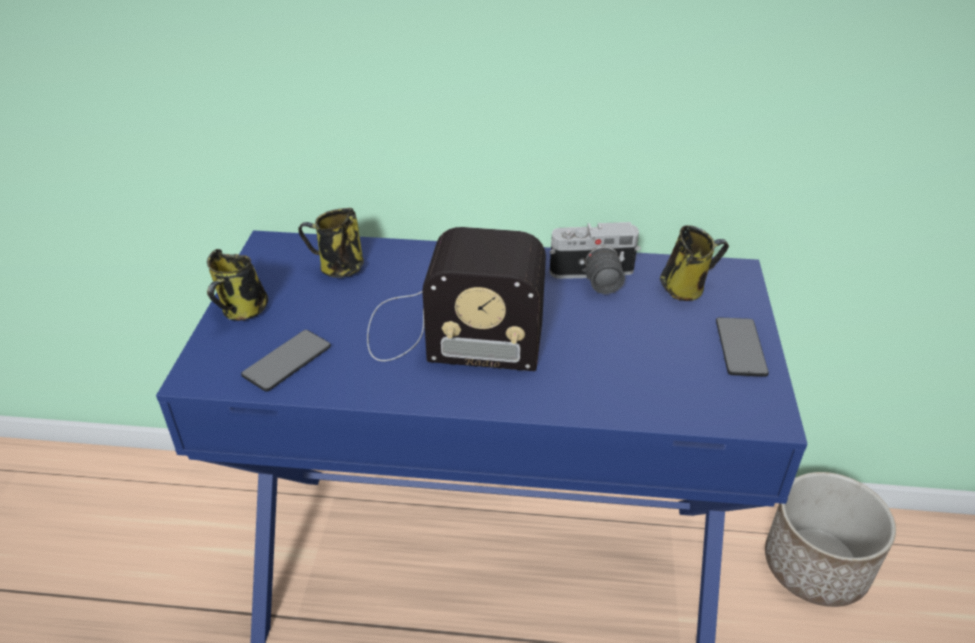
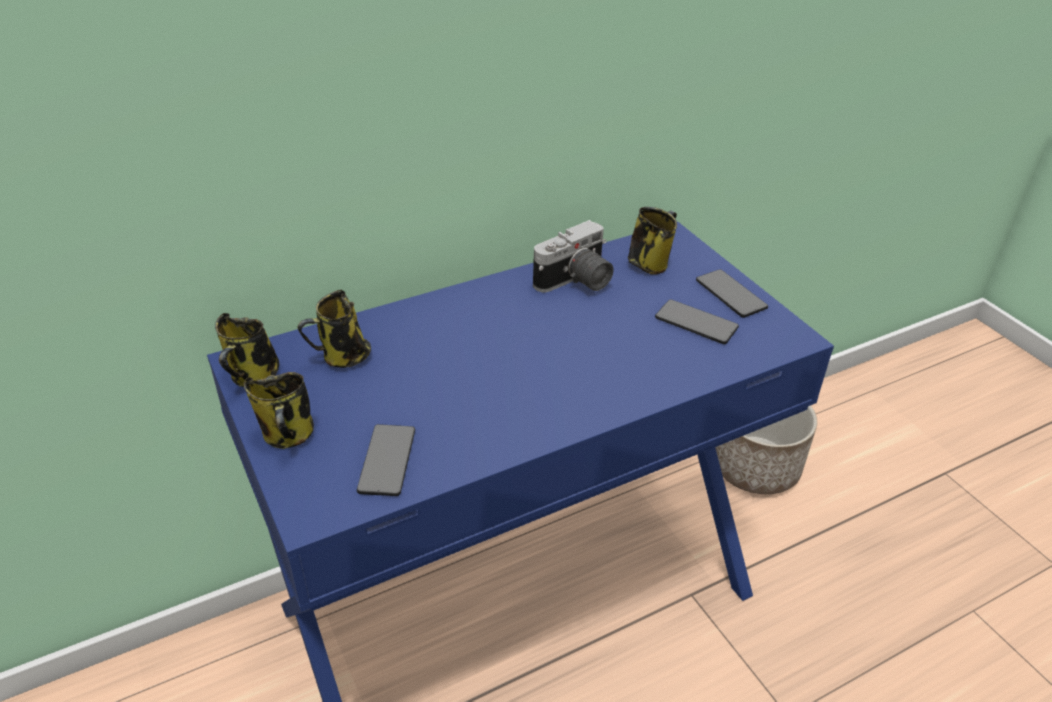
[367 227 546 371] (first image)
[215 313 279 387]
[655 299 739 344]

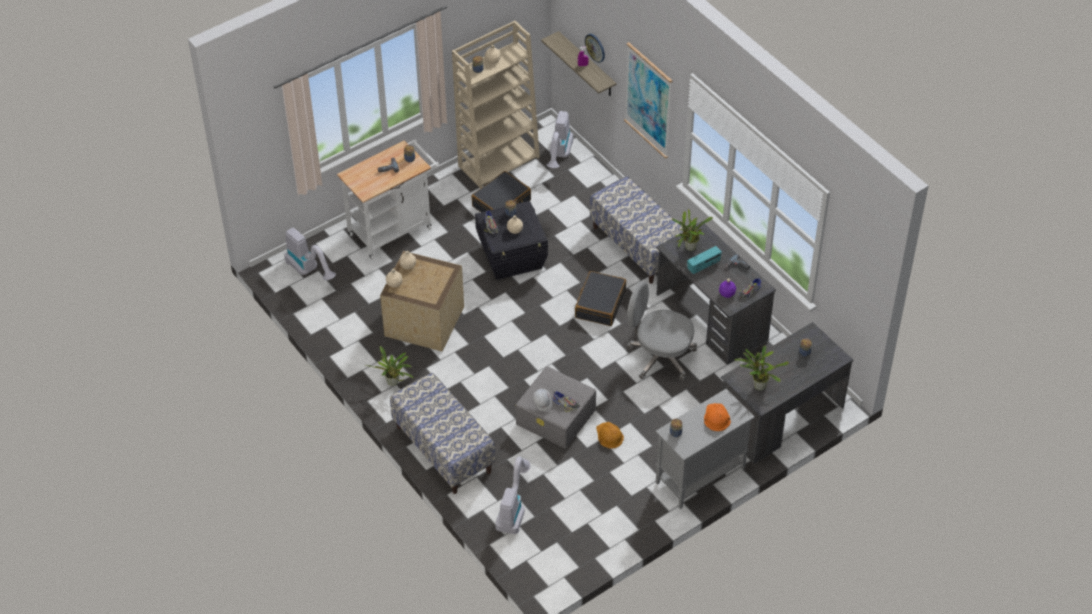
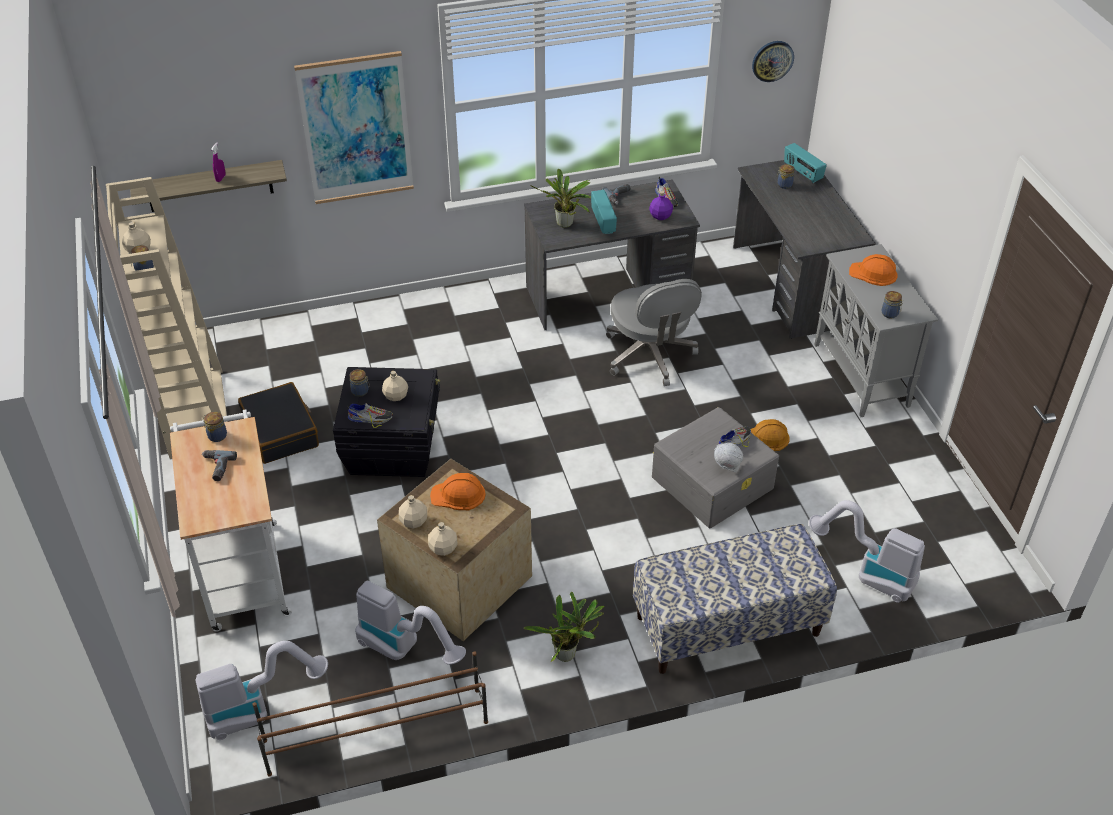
[355 581 466 665]
[575 271 626 326] (first image)
[752 41 794 82]
[590 176 683 284] (first image)
[606 279 702 386]
[734 346 789 390] (first image)
[253 652 488 777]
[430 473 486 510]
[784 143 827 183]

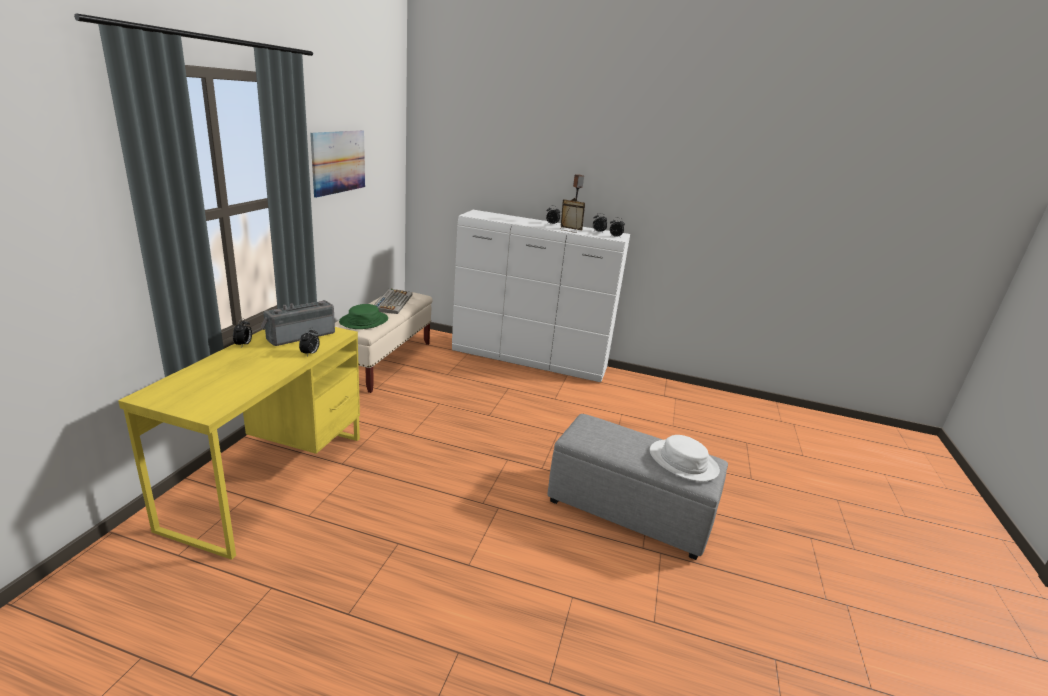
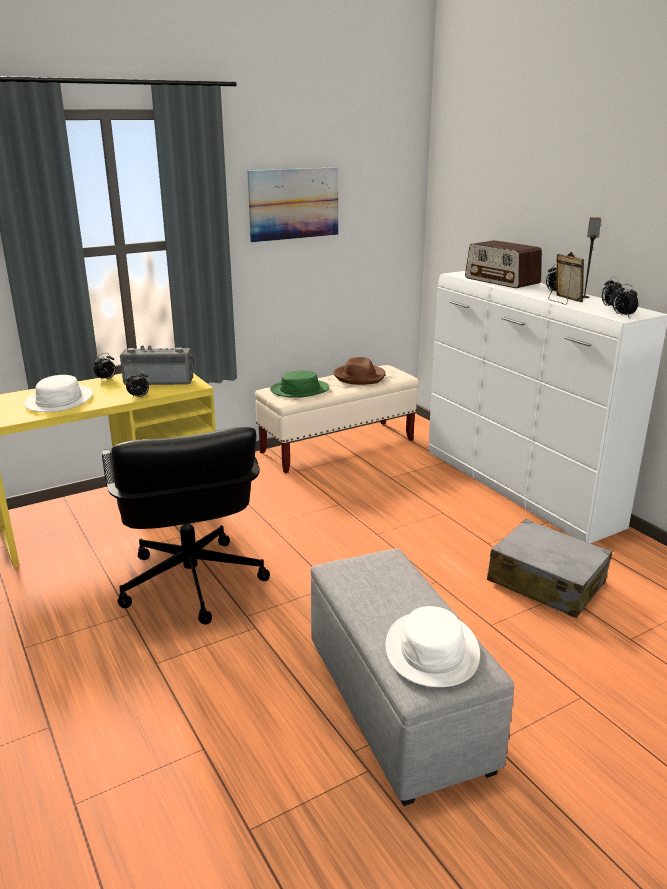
[333 357 386 385]
[24 375 93 412]
[102 427 270 624]
[465 240 542 288]
[487 519 612 618]

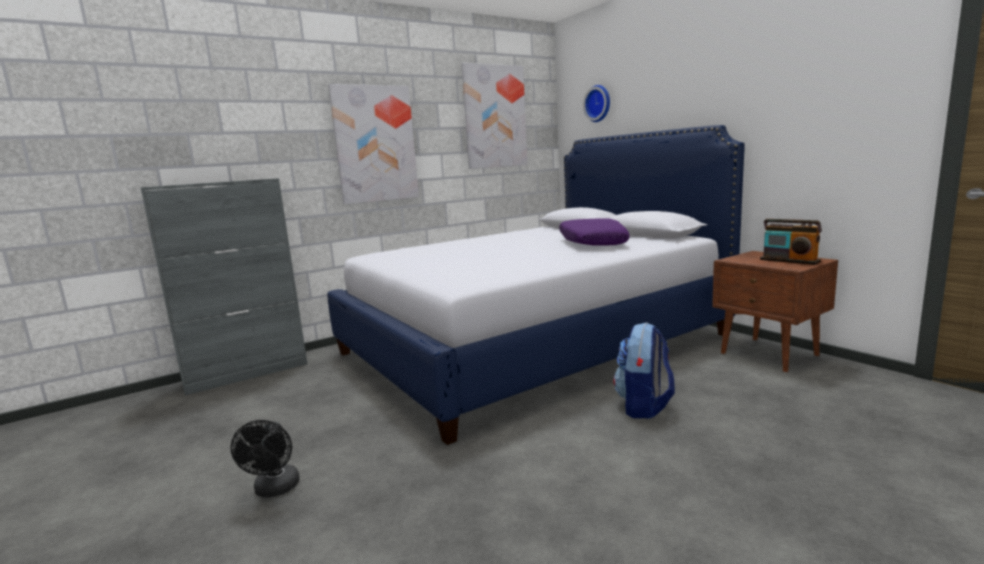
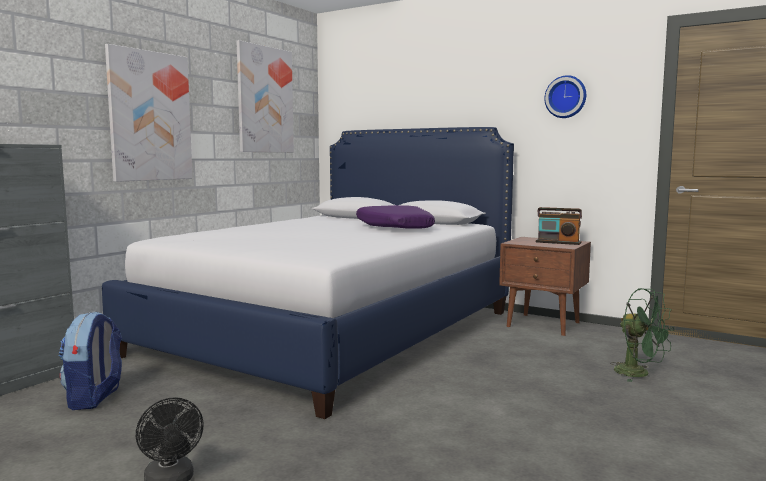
[545 75 586 118]
[59 311 122 410]
[610 288 674 382]

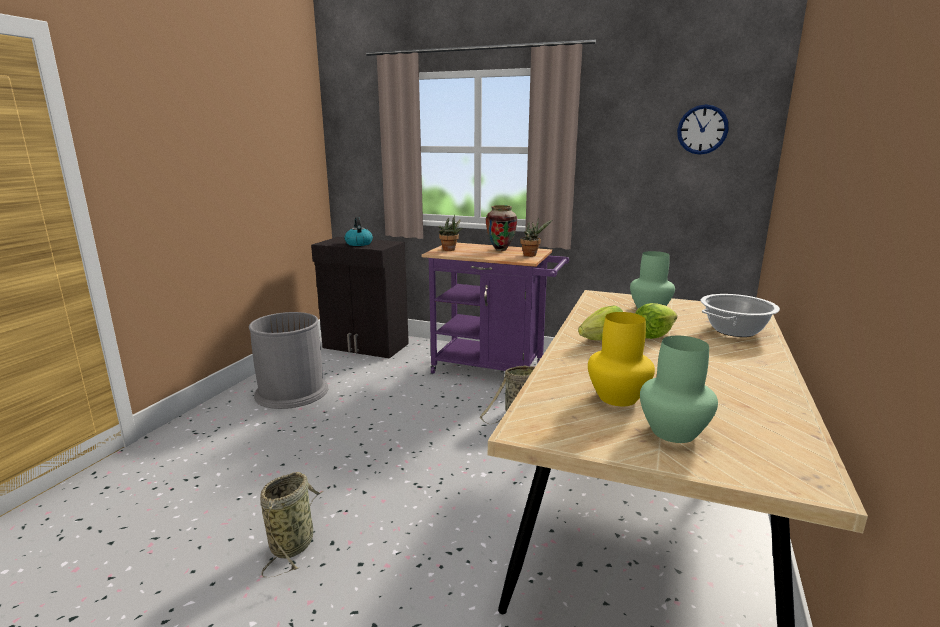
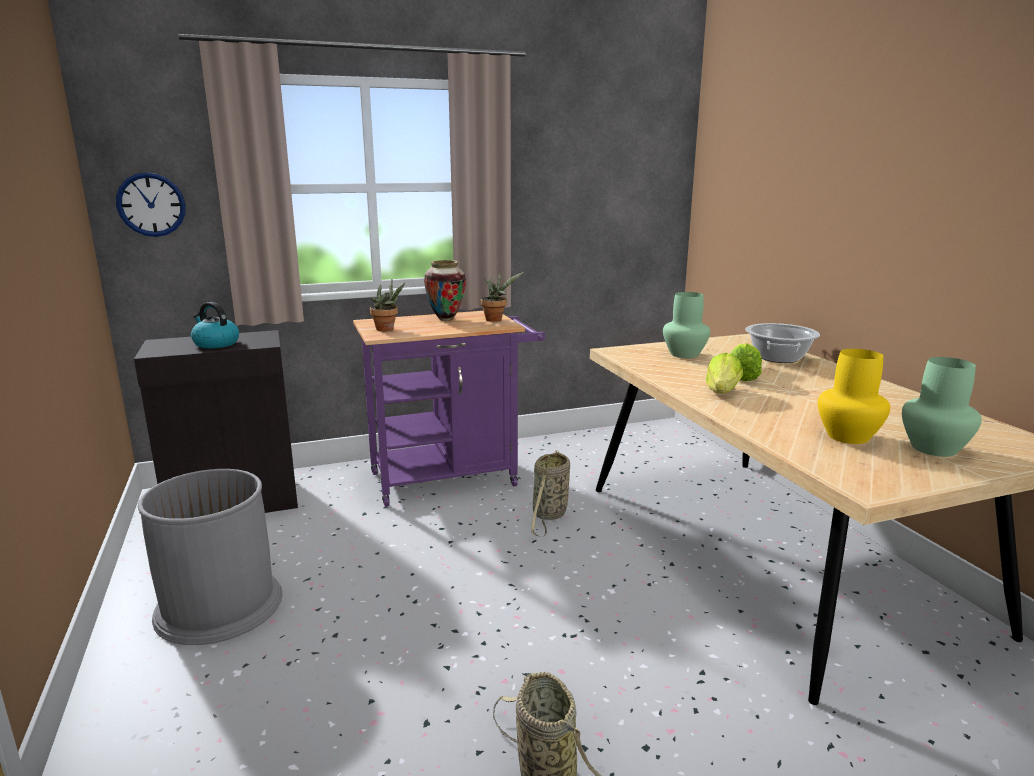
[116 172 186 237]

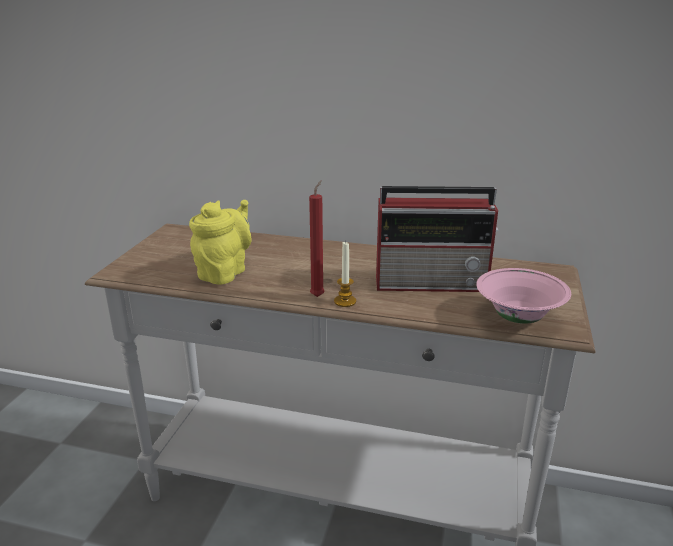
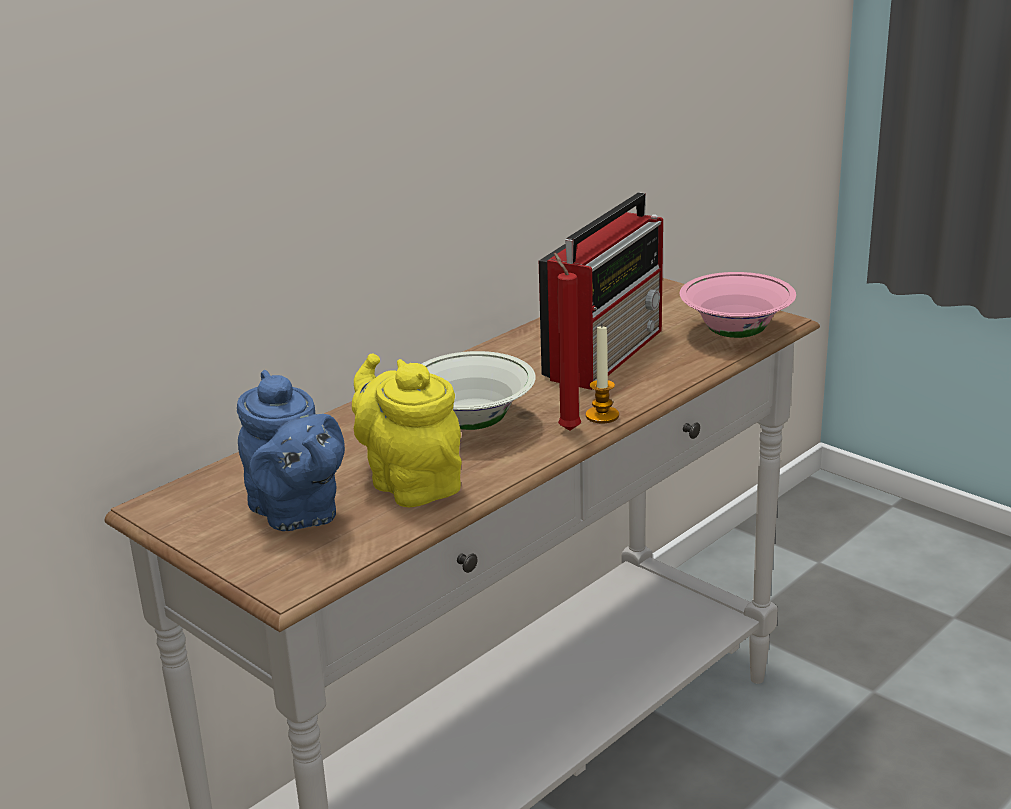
[237 370 345 531]
[422 351 536 430]

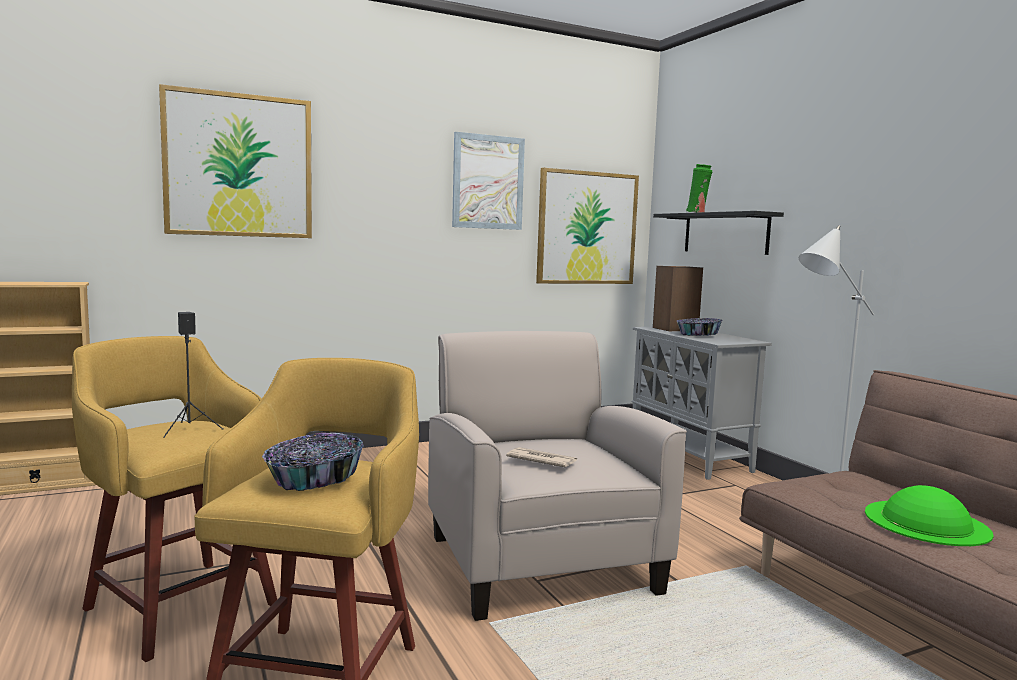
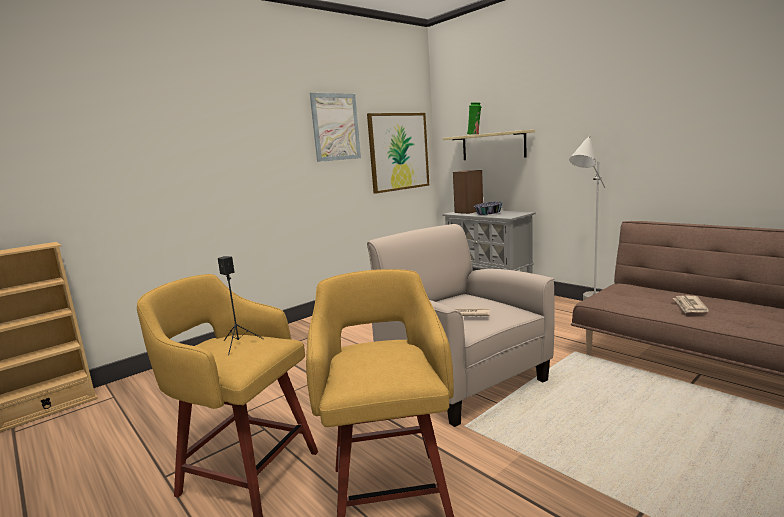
[159 84 312 238] (first image)
[262 433 364 491] (first image)
[443 130 535 160]
[673 295 709 313]

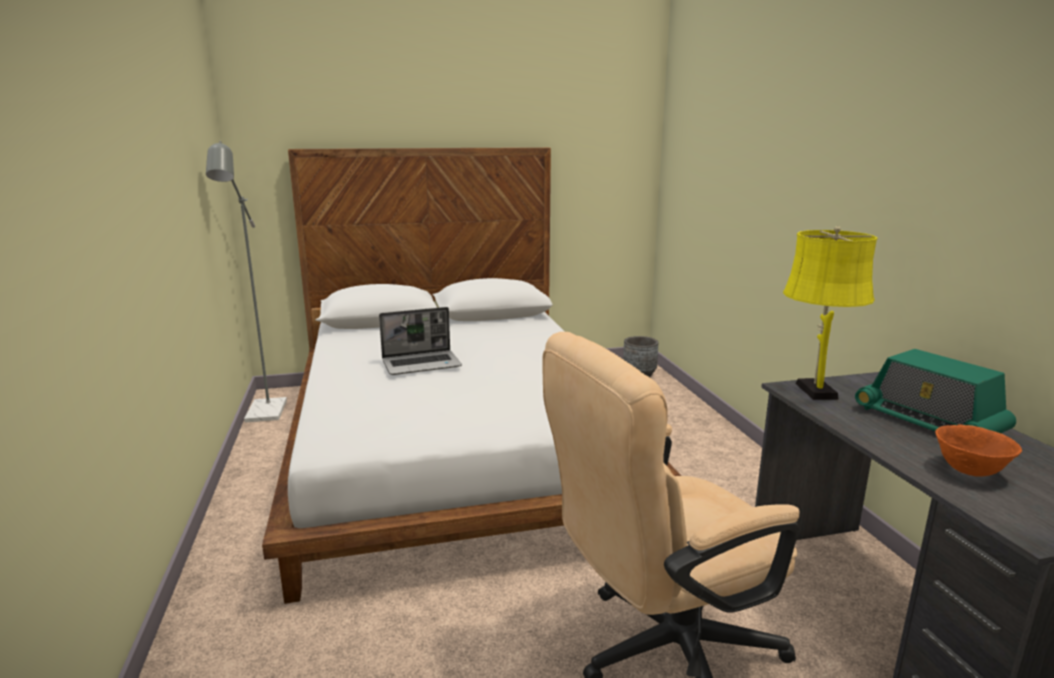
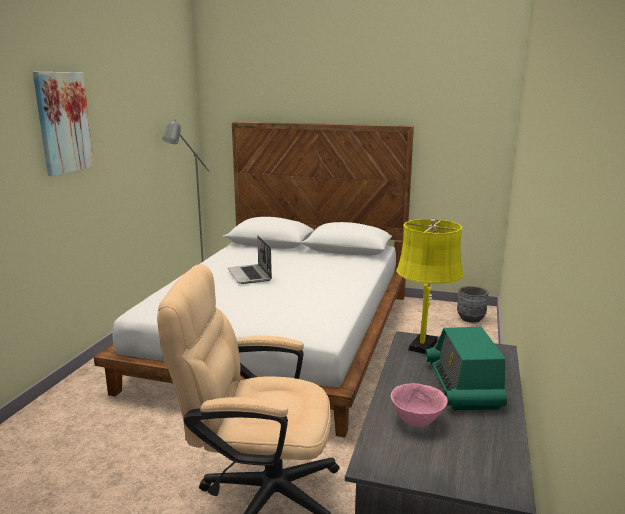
[228 236 272 284]
[391 383 448 427]
[33 72 94 176]

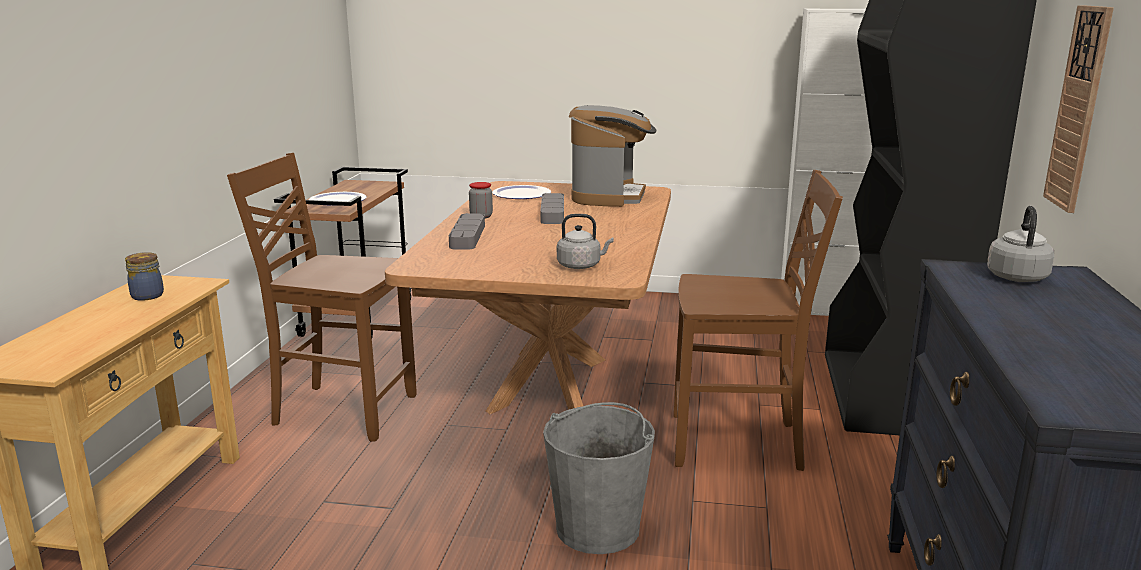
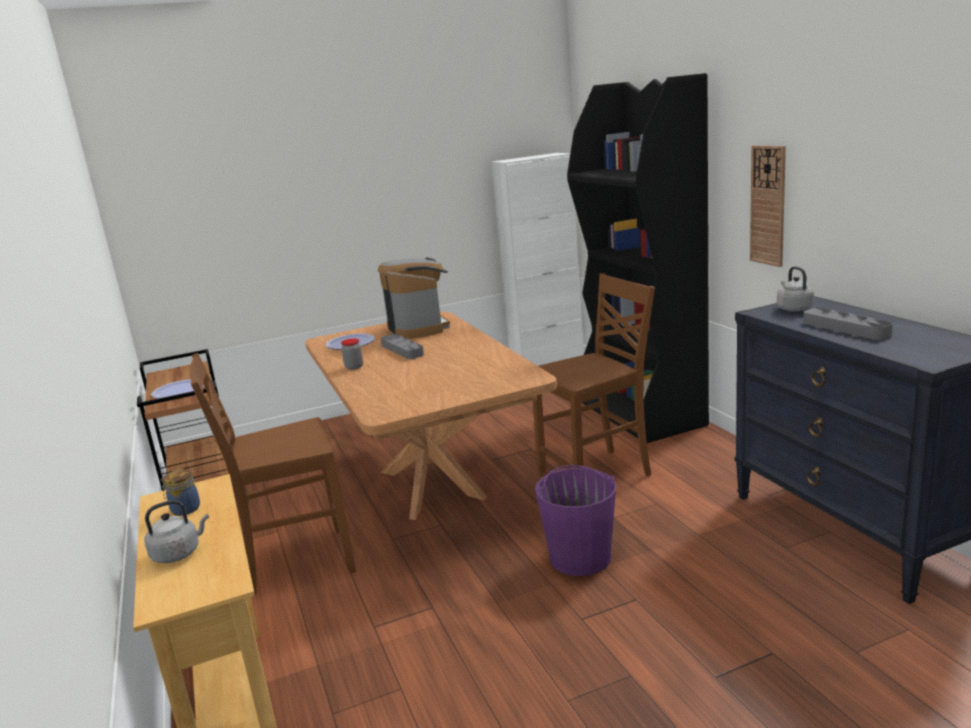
[803 308 893 340]
[535 465 616 576]
[145 500 209 563]

